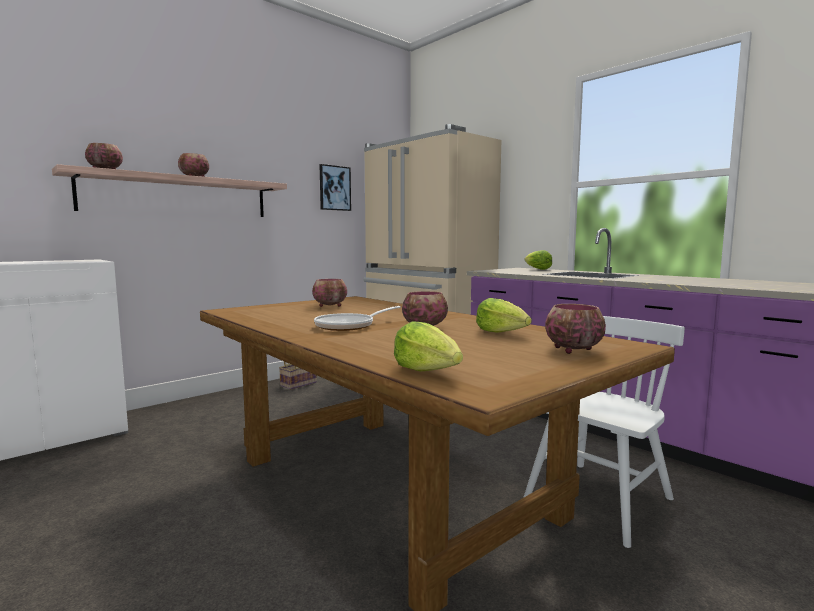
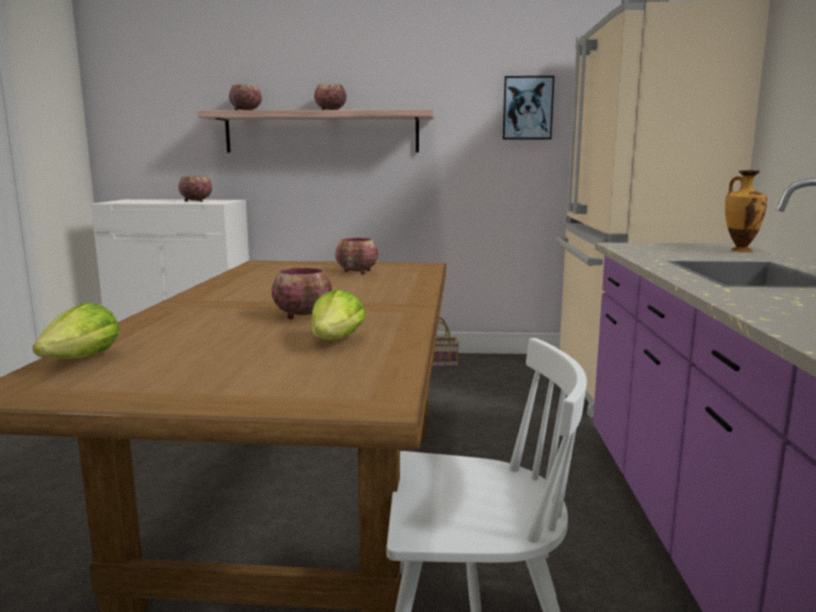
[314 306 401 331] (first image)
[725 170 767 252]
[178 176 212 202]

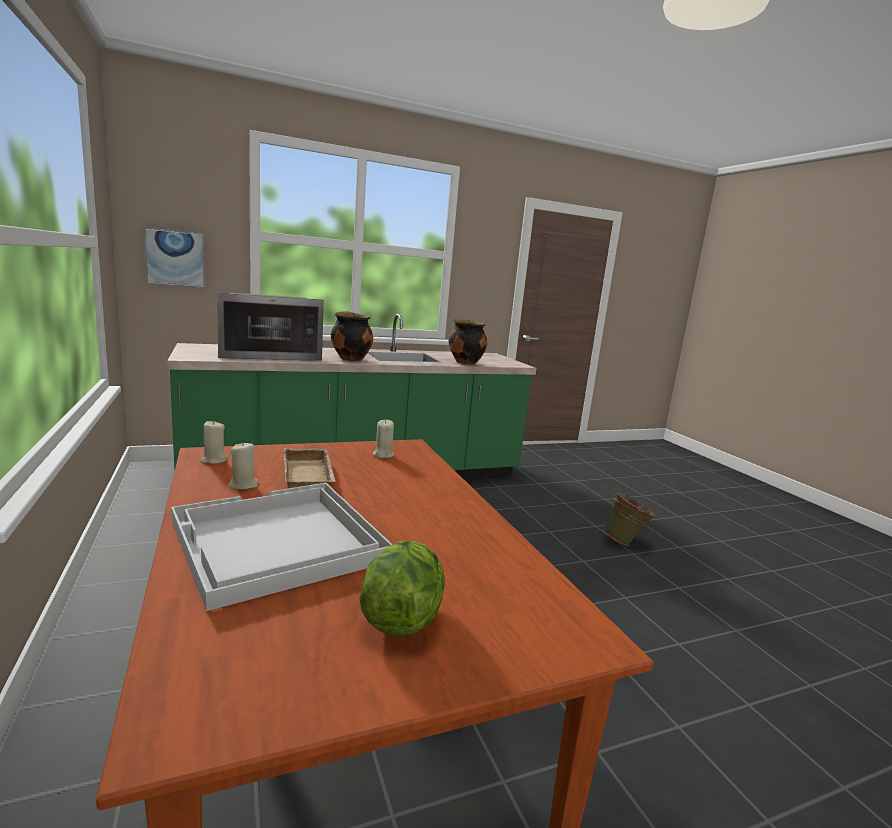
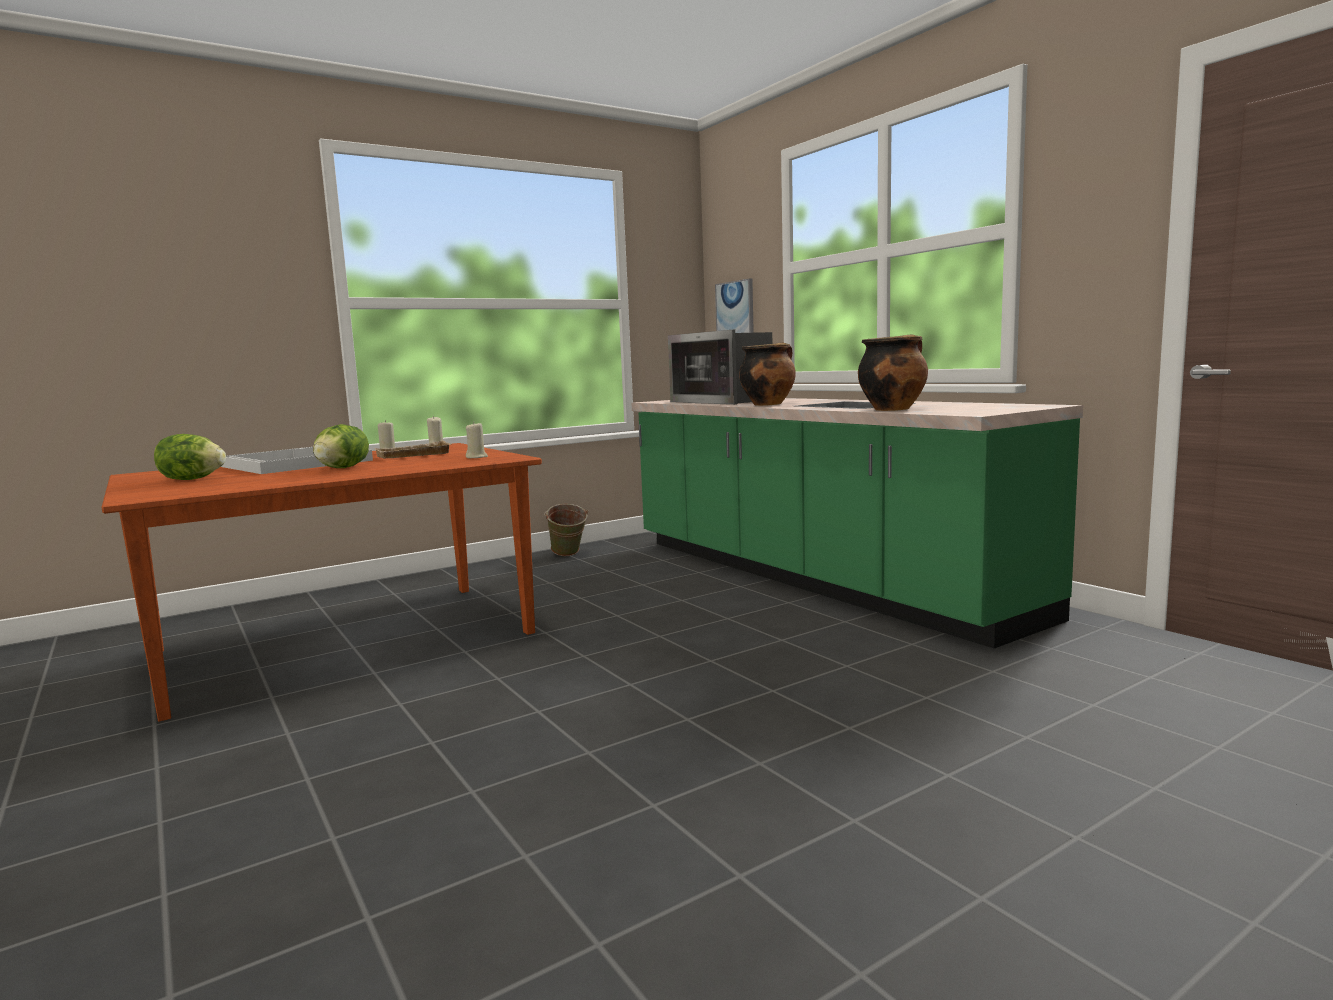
[544 504 588 556]
[313 424 369 468]

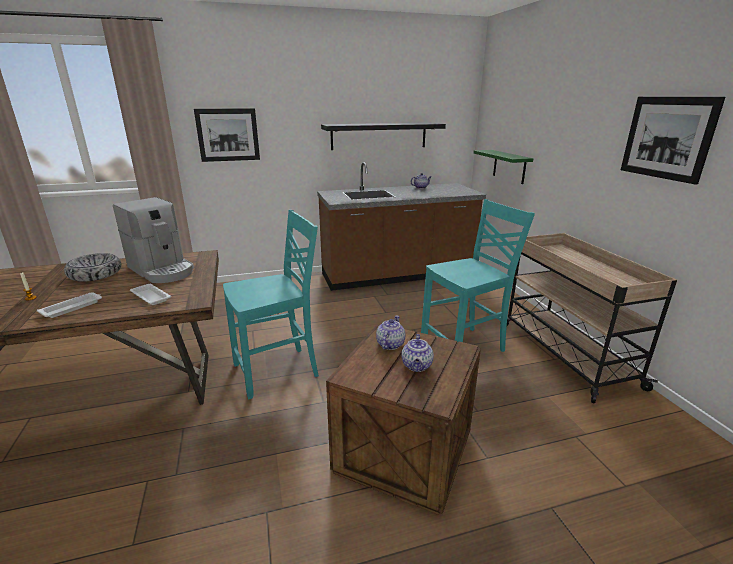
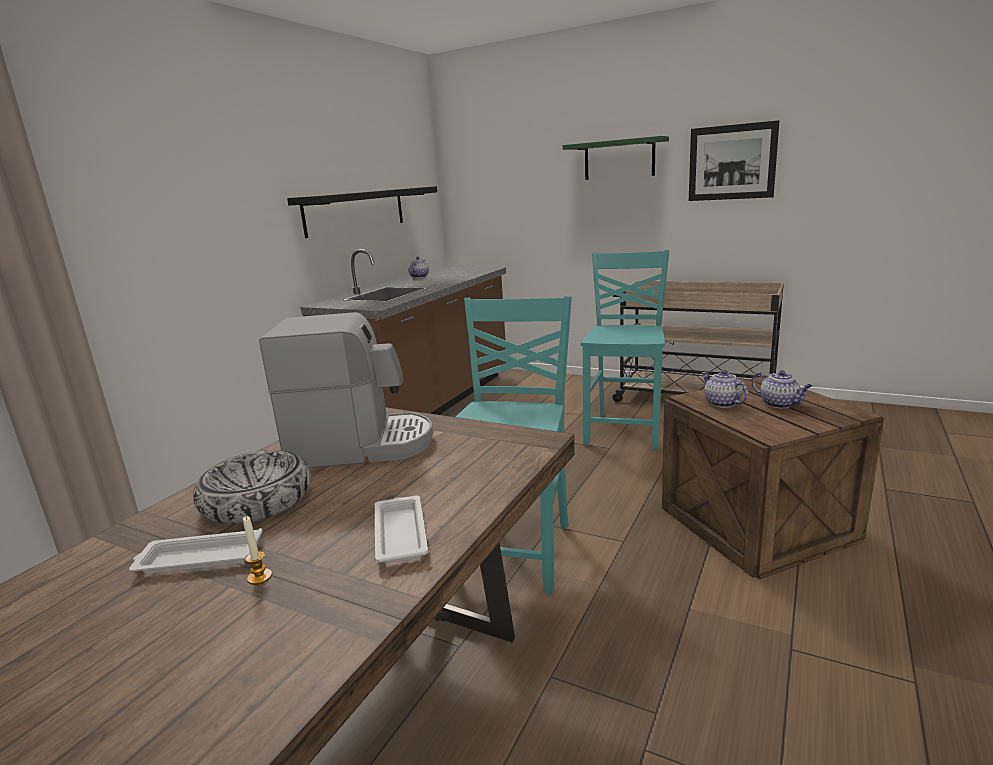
[129 528 263 574]
[194 108 260 162] (first image)
[563 136 669 180]

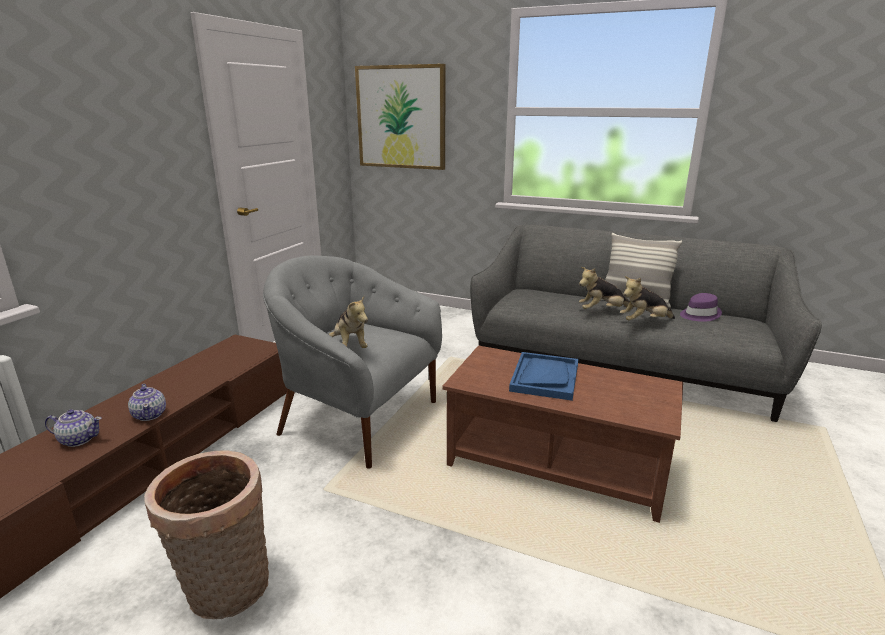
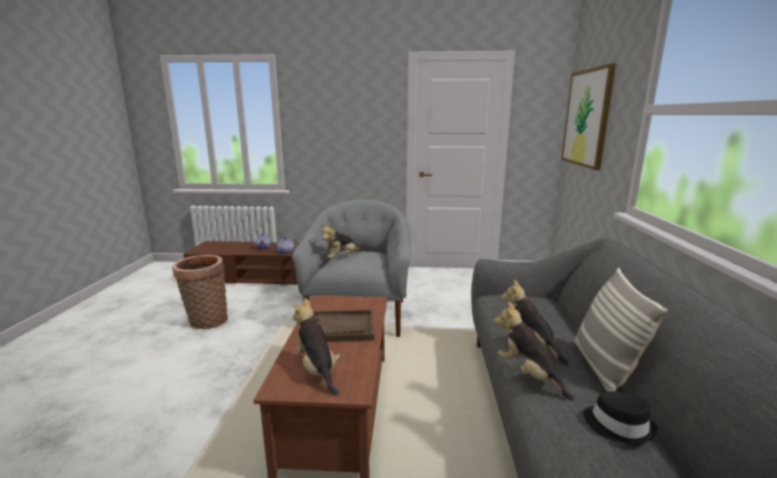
[313 309 375 342]
[583 391 658 445]
[293 298 340 396]

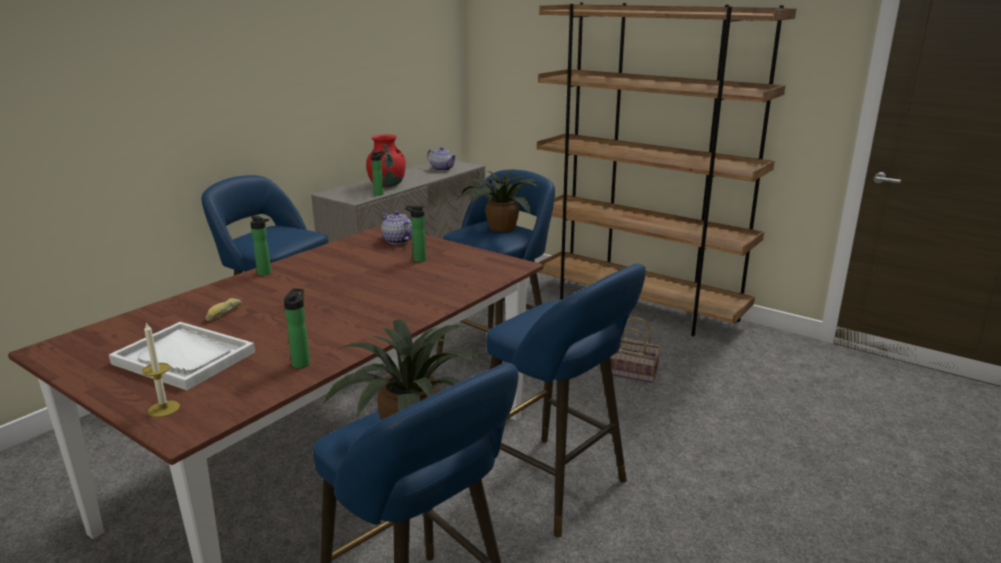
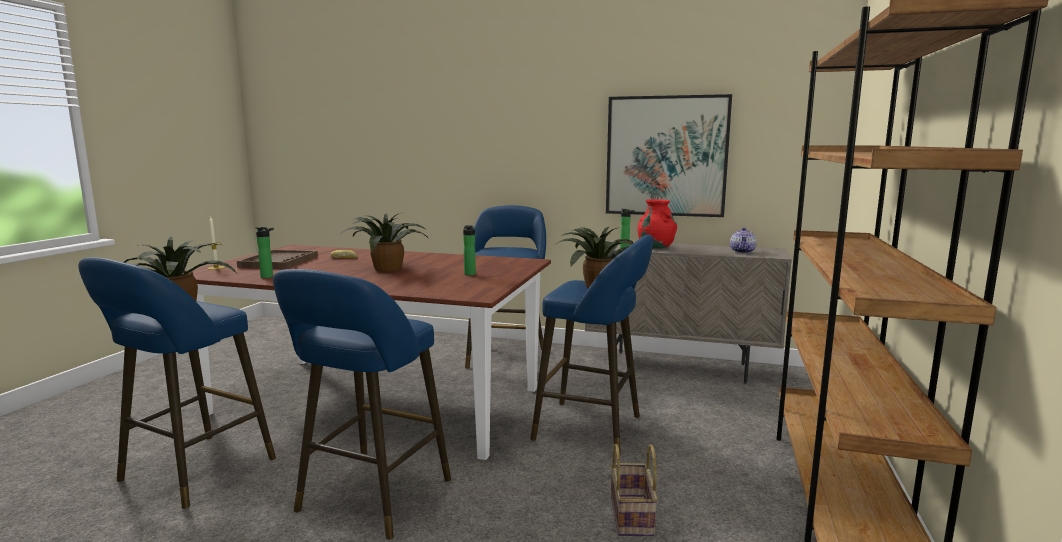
[237 250 318 269]
[250 216 271 276] (first image)
[381 211 412 244] (first image)
[342 213 429 272]
[606 94 732 217]

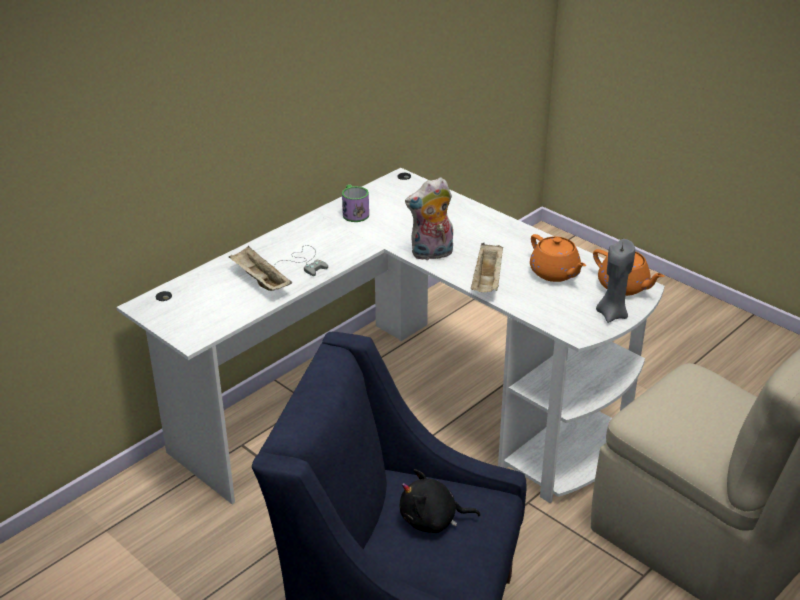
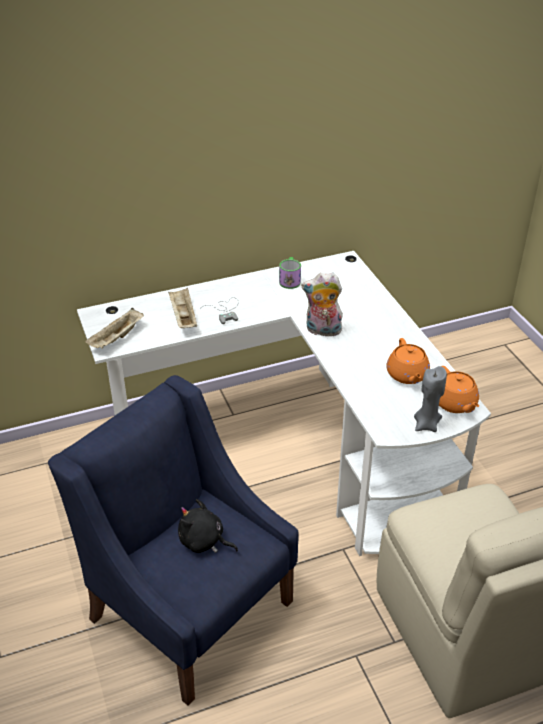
[85 308 144 349]

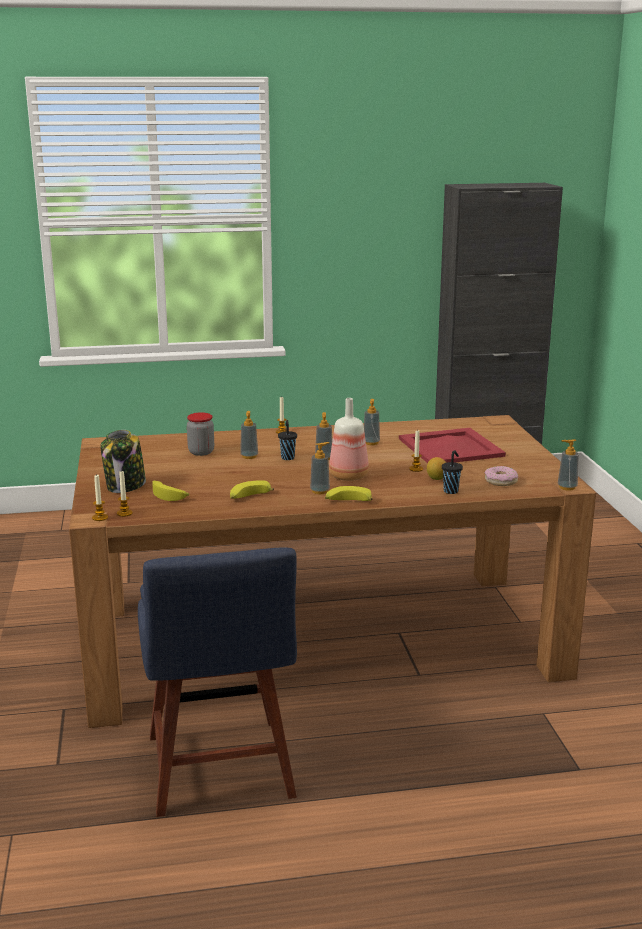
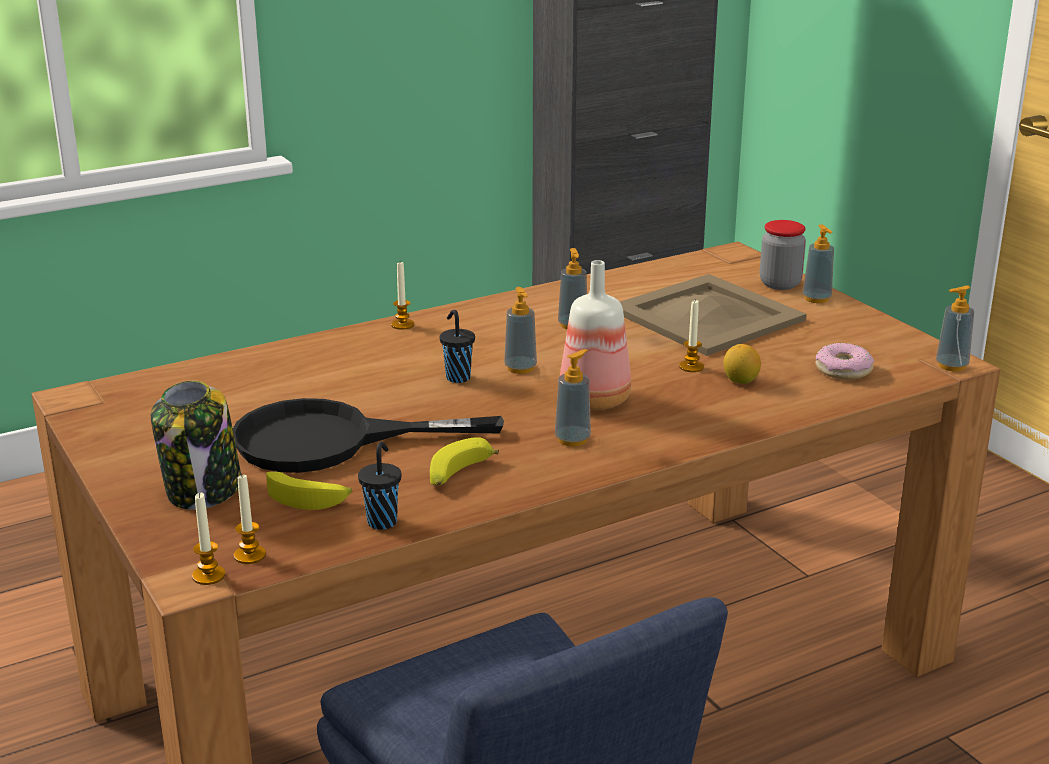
[760 220 806 290]
[802 224 834 303]
[325 486 373 501] (first image)
[620 274 807 356]
[358 442 401 530]
[233 398 504 473]

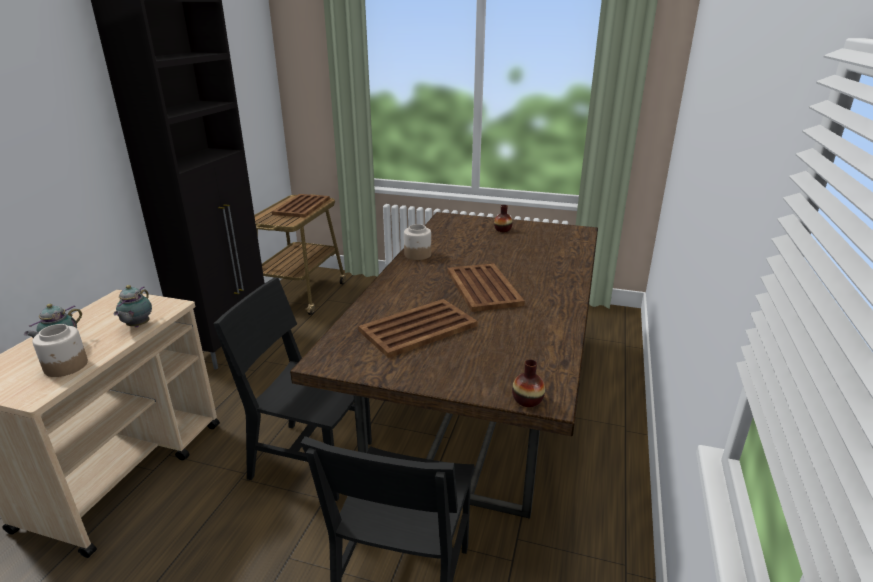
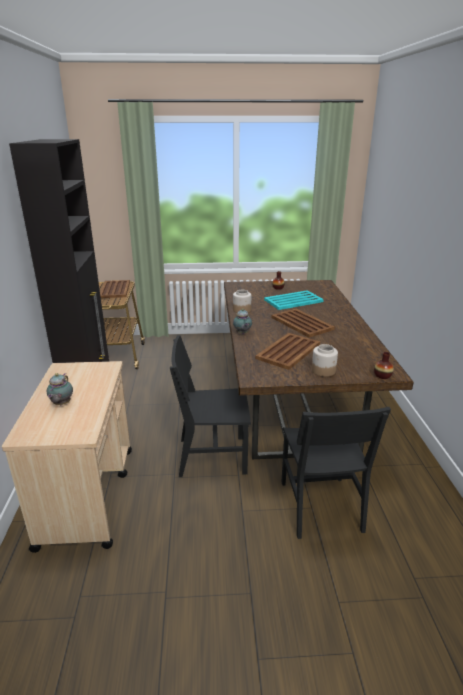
[312 344 338 377]
[233 308 252 334]
[264 290 324 310]

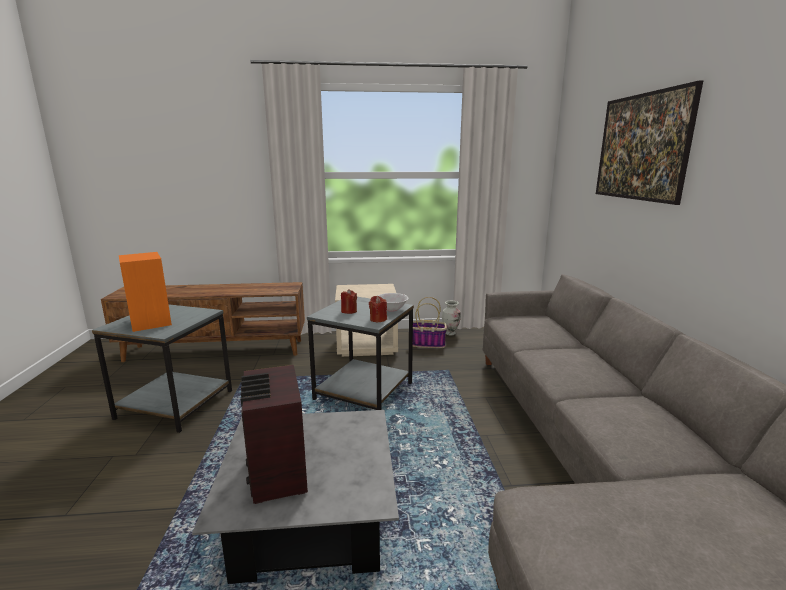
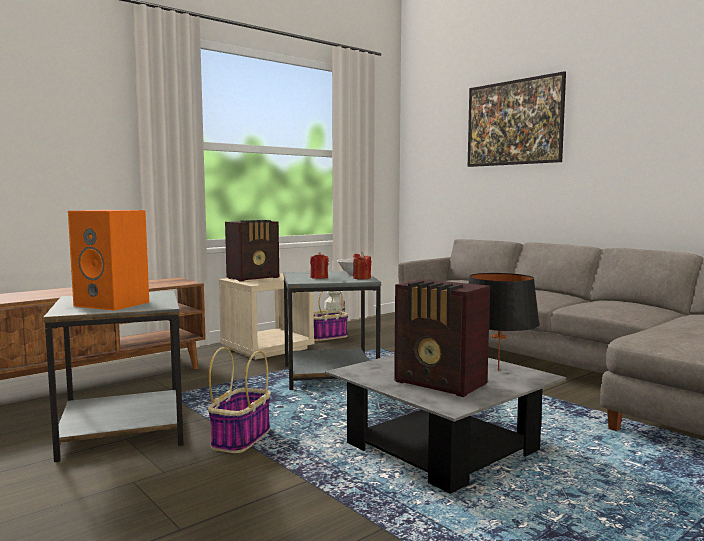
[208 347 271 453]
[225 220 279 281]
[468 273 540 371]

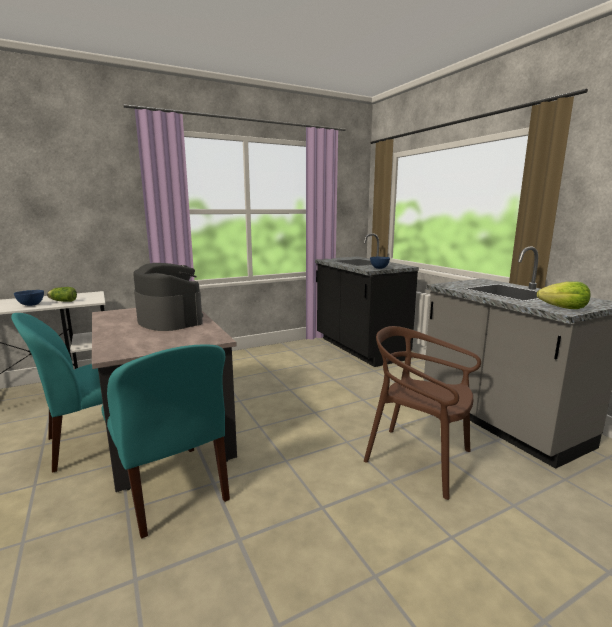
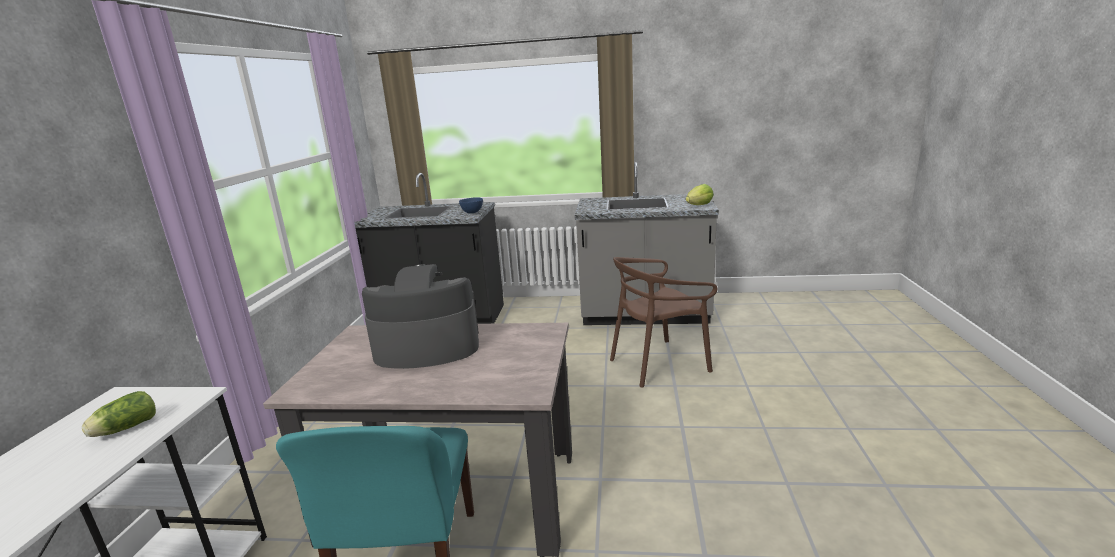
[14 290 44 306] (first image)
[101 344 230 539] (first image)

